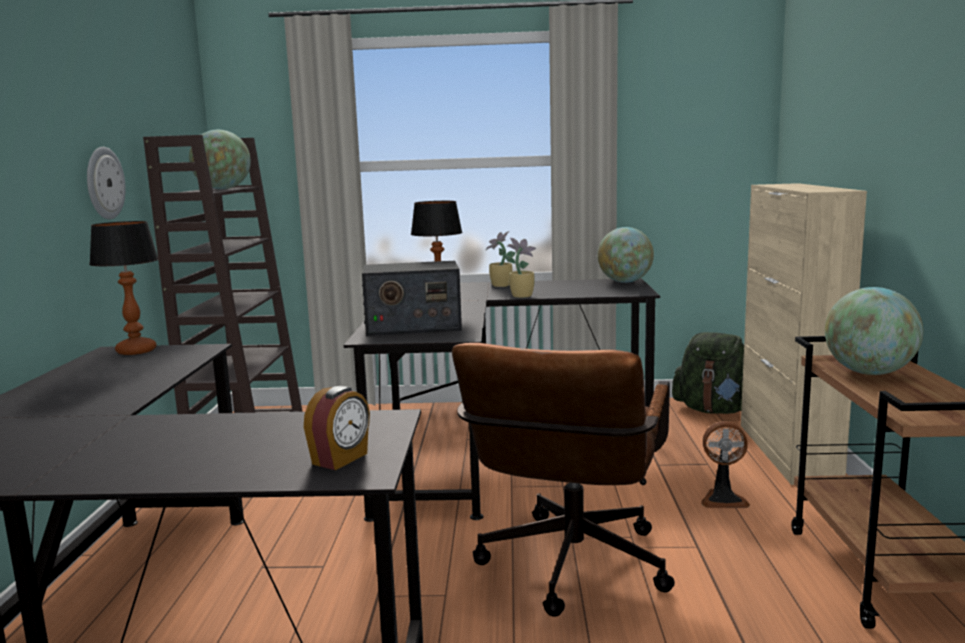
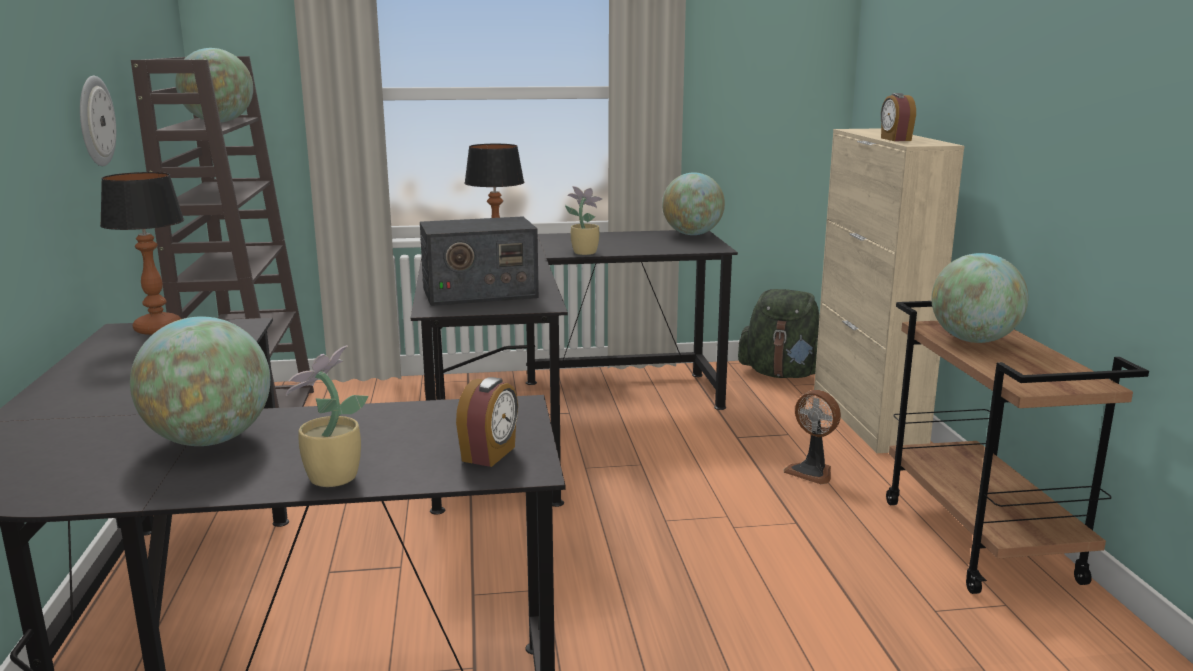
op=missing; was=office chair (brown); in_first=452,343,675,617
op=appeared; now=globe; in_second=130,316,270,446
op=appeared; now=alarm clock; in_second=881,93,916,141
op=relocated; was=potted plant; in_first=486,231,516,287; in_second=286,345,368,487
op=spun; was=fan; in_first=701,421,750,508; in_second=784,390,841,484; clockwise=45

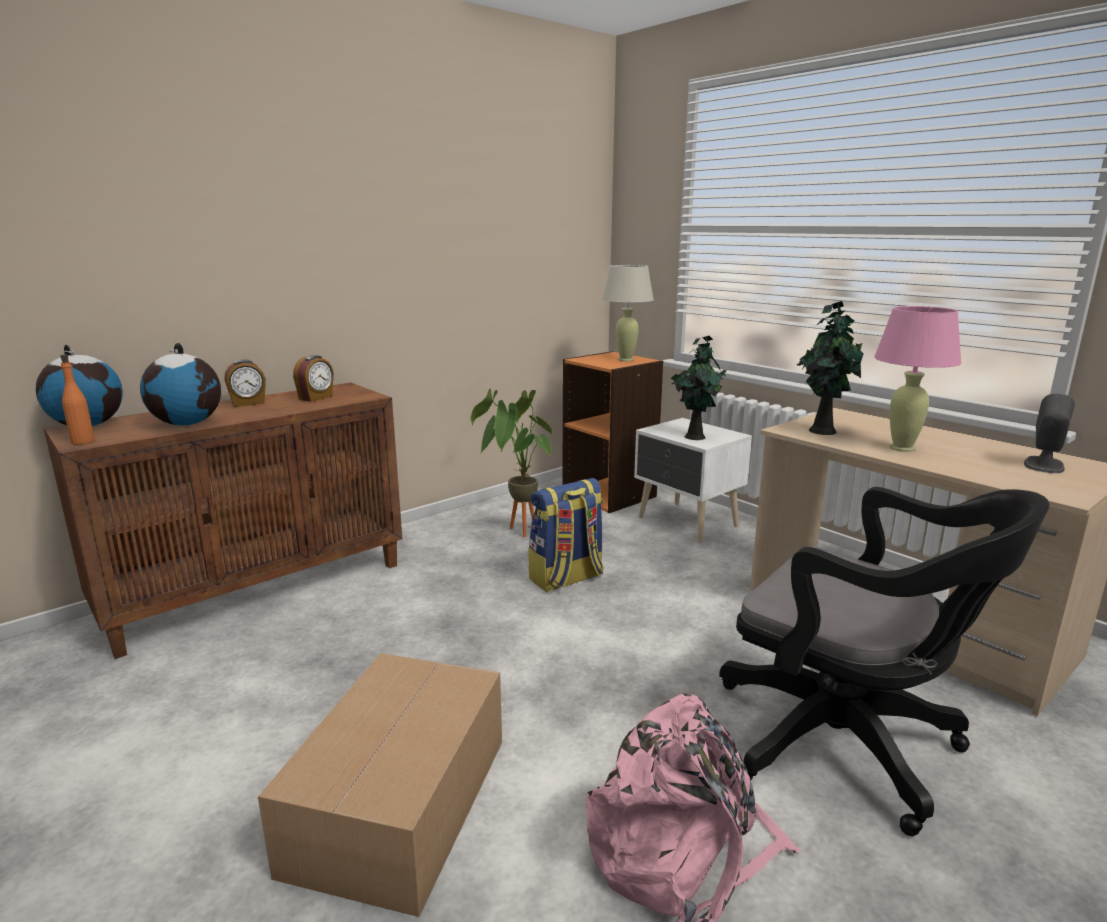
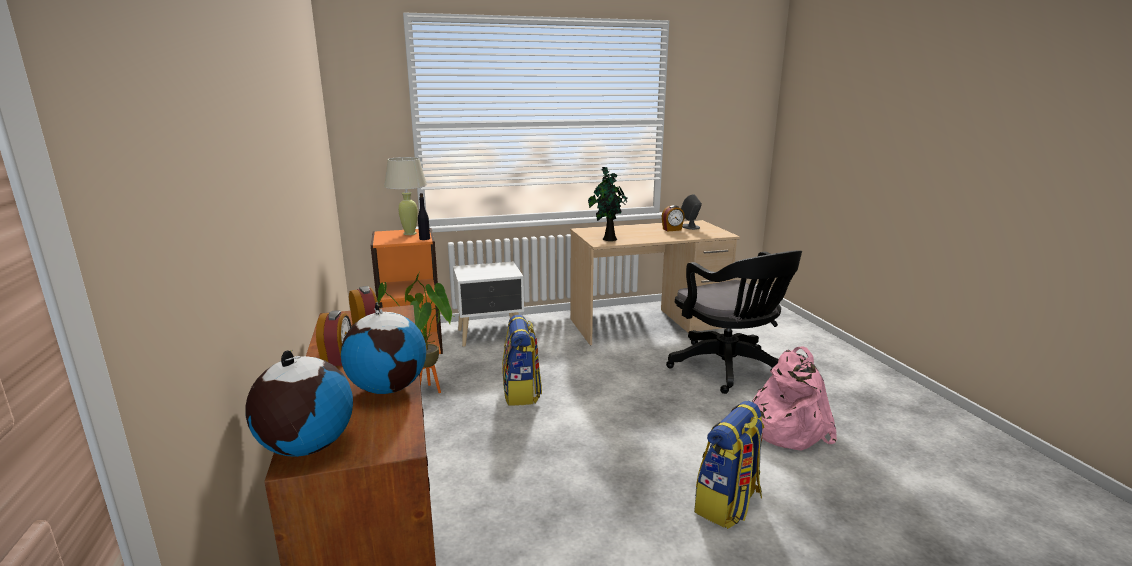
op=missing; was=bottle (orange); in_first=60,354,95,445
op=missing; was=potted plant; in_first=671,336,727,440
op=missing; was=table lamp (pink); in_first=874,306,961,452
op=appeared; now=bottle (black); in_second=418,193,430,240
op=appeared; now=alarm clock; in_second=662,205,685,232
op=exchanged; was=cardboard box; now=backpack; in_first=258,653,502,917; in_second=694,401,765,529
op=spun; was=office chair (black); in_first=719,487,1050,836; in_second=666,250,802,394; clockwise=90

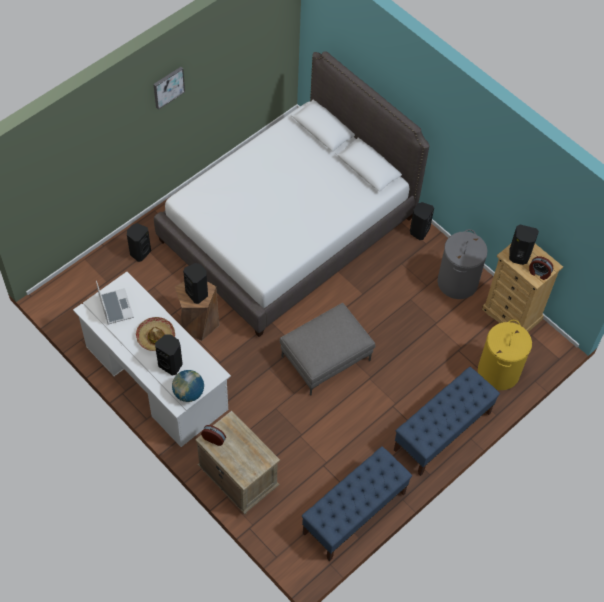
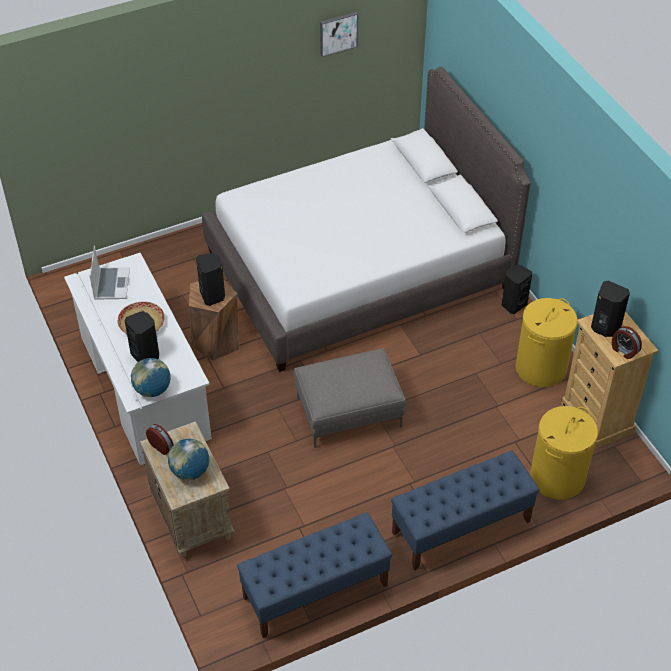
op=missing; was=speaker (black); in_first=127,223,151,262
op=appeared; now=globe; in_second=168,439,209,480
op=relocated; was=picture; in_first=153,67,185,110; in_second=320,12,358,57
op=colour; was=laundry basket (grey); now=laundry basket (yellow); in_first=438,229,488,299; in_second=515,298,578,387

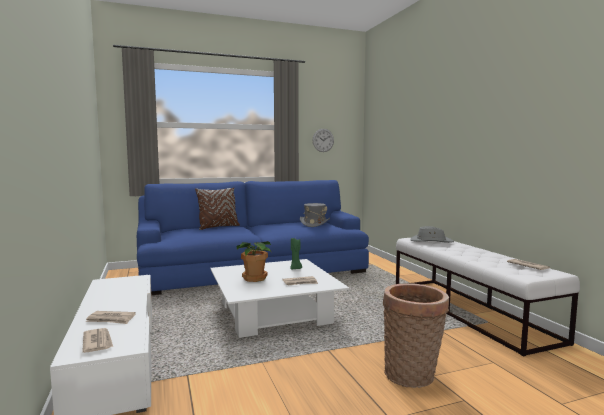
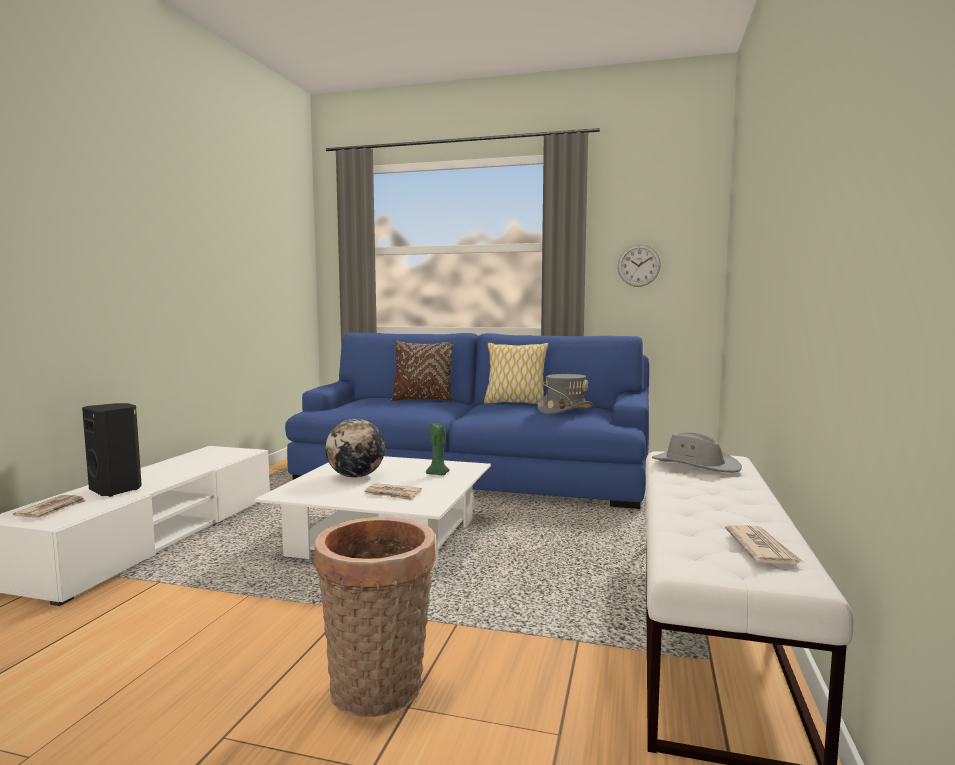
op=appeared; now=pillow; in_second=484,343,548,404
op=exchanged; was=newspaper; now=speaker (black); in_first=86,311,136,324; in_second=82,403,142,497
op=exchanged; was=potted plant; now=globe; in_first=236,241,271,282; in_second=325,419,385,478

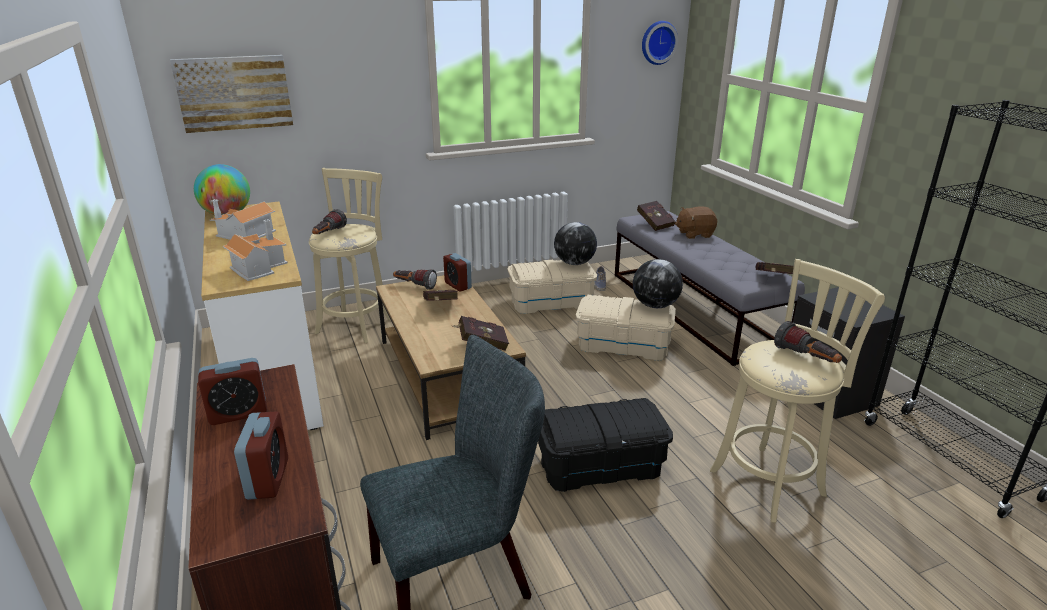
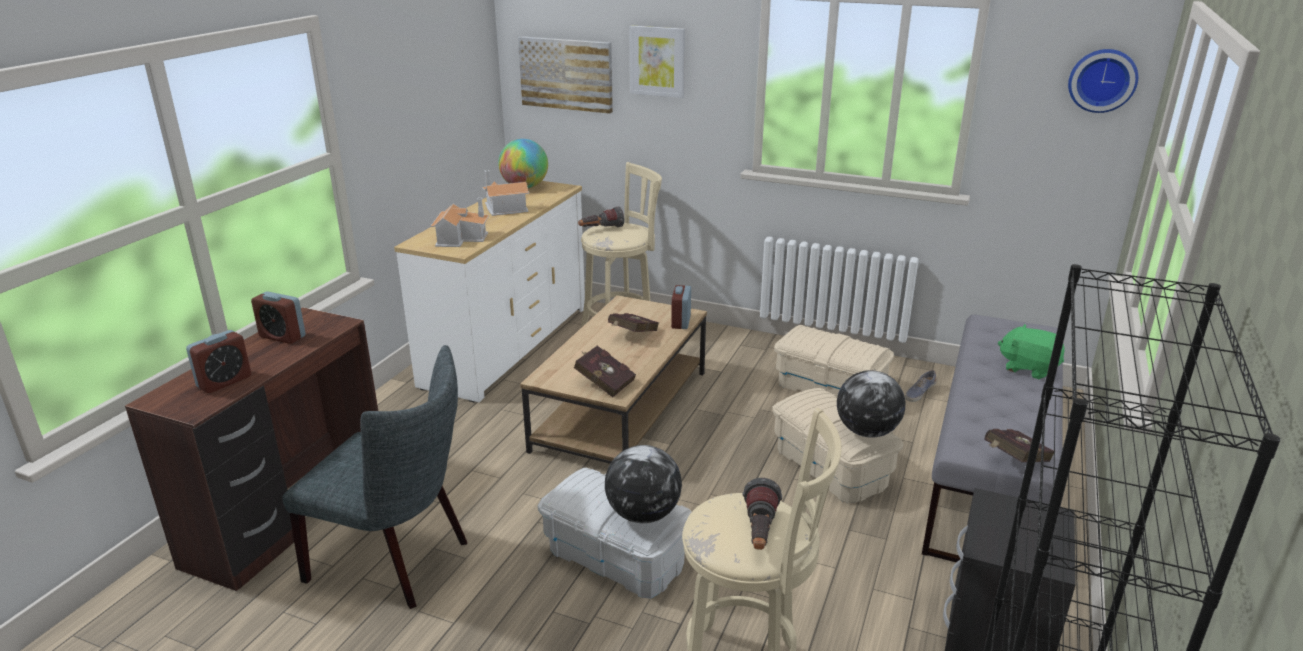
op=missing; was=flashlight; in_first=393,269,437,289
op=missing; was=book (red); in_first=637,201,676,231
op=appeared; now=picture; in_second=629,26,685,98
op=relocated; was=globe; in_first=554,222,597,265; in_second=605,445,682,523
op=colour; was=storage box (black); now=storage box (white); in_first=538,398,673,492; in_second=538,467,692,599
op=colour; was=plush toy (brown); now=plush toy (green); in_first=675,206,717,239; in_second=998,324,1065,379

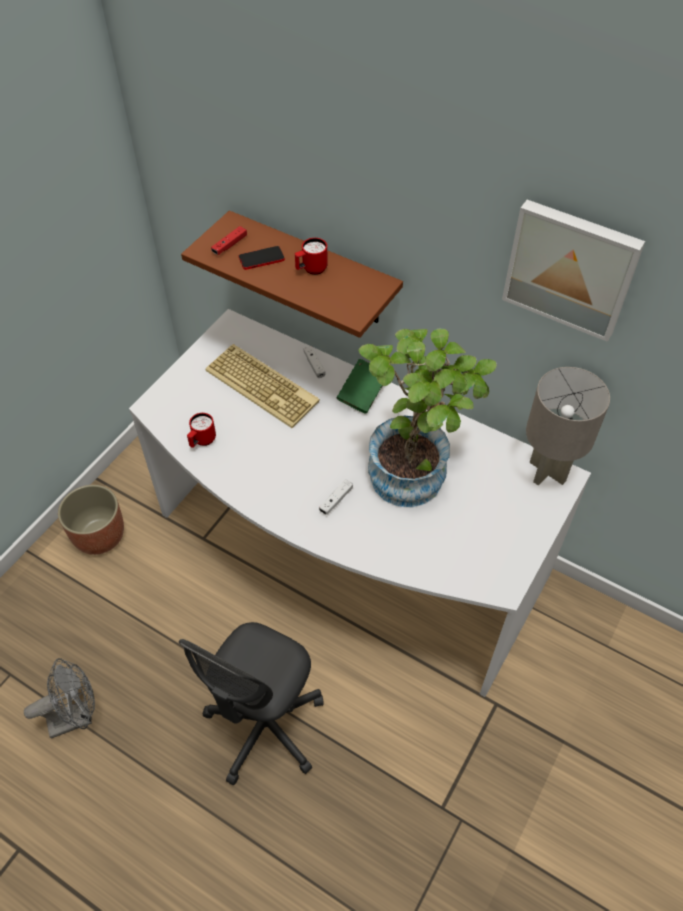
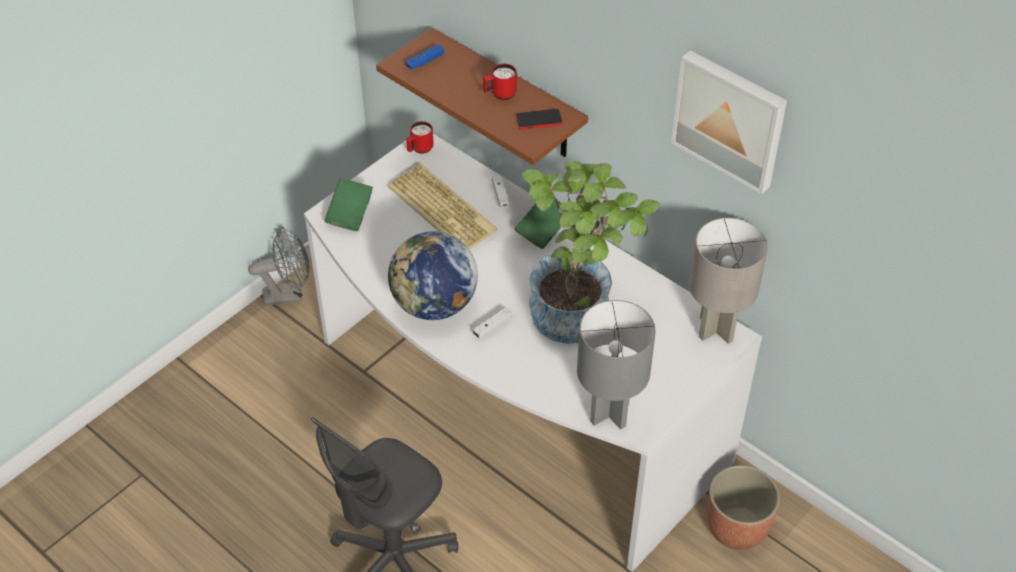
op=appeared; now=book (green); in_second=324,178,373,231
op=appeared; now=globe; in_second=388,231,478,320
op=appeared; now=table lamp (grey); in_second=577,300,656,429
op=relocated; was=fan (grey); in_first=24,658,95,739; in_second=248,227,309,306
op=relocated; was=planter; in_first=58,485,124,555; in_second=707,465,780,549
op=relocated; was=mug (red); in_first=187,413,216,448; in_second=406,121,434,154
op=relocated; was=phone; in_first=239,246,285,270; in_second=516,109,563,129
op=colour; was=game controller (red); now=game controller (blue); in_first=211,226,247,255; in_second=406,44,444,70

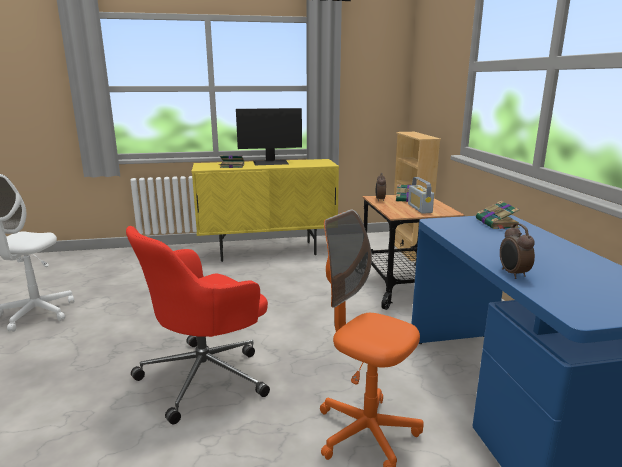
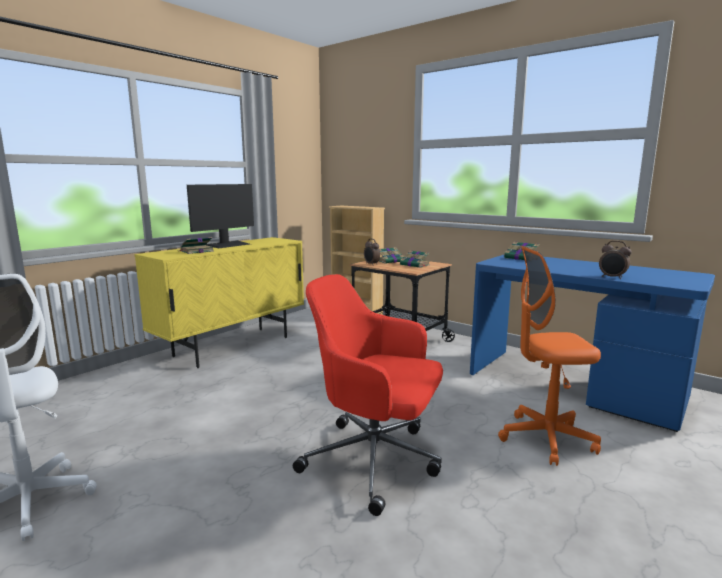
op=exchanged; was=radio; now=book; in_first=408,177,434,214; in_second=400,250,430,268
op=spun; was=office chair (red); in_first=126,226,270,424; in_second=293,274,443,516; clockwise=105

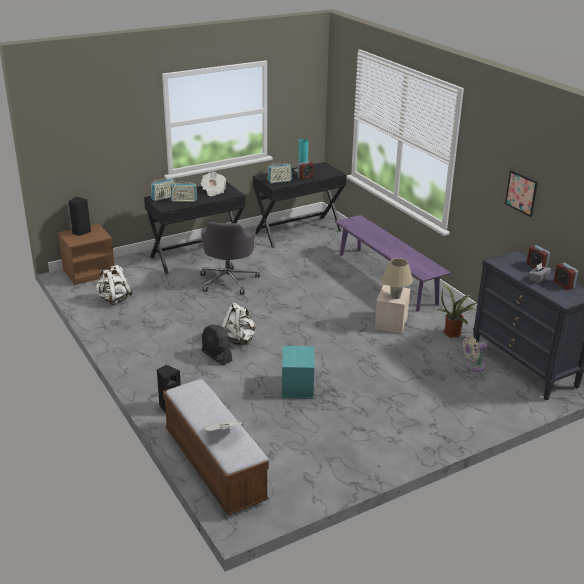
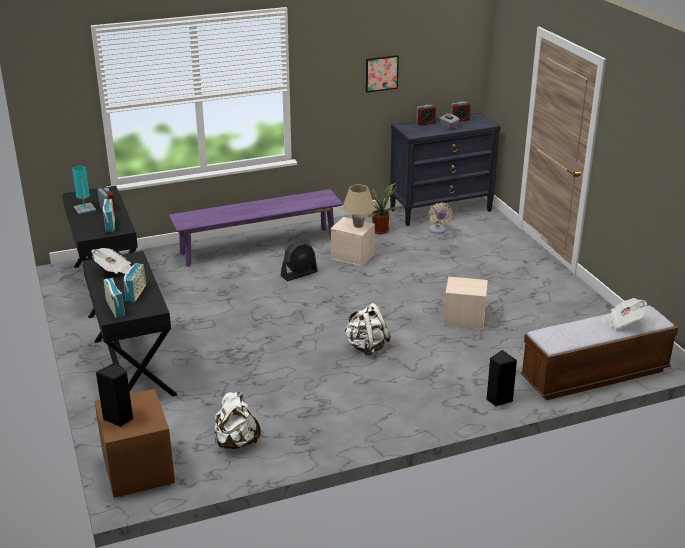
op=missing; was=office chair (grey); in_first=201,222,260,295
op=relocated; was=fan (black); in_first=202,325,232,365; in_second=281,242,318,281
op=colour; was=storage box (turquoise); now=storage box (beige); in_first=282,346,315,399; in_second=444,277,488,330

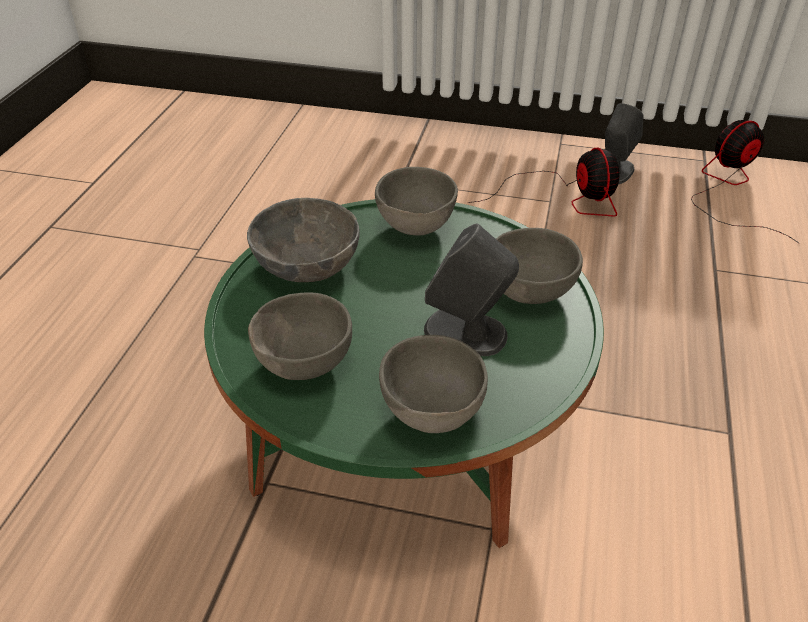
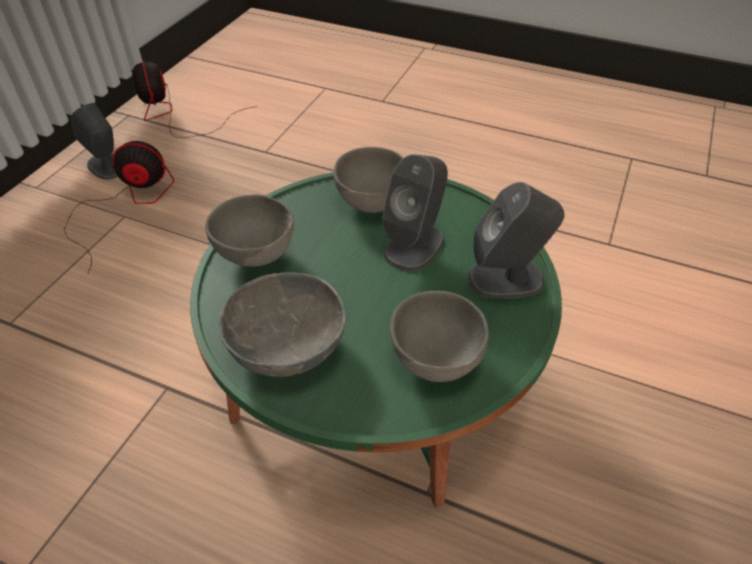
op=exchanged; was=bowl (grey); now=speaker (grey); in_first=379,335,488,433; in_second=468,182,565,299

